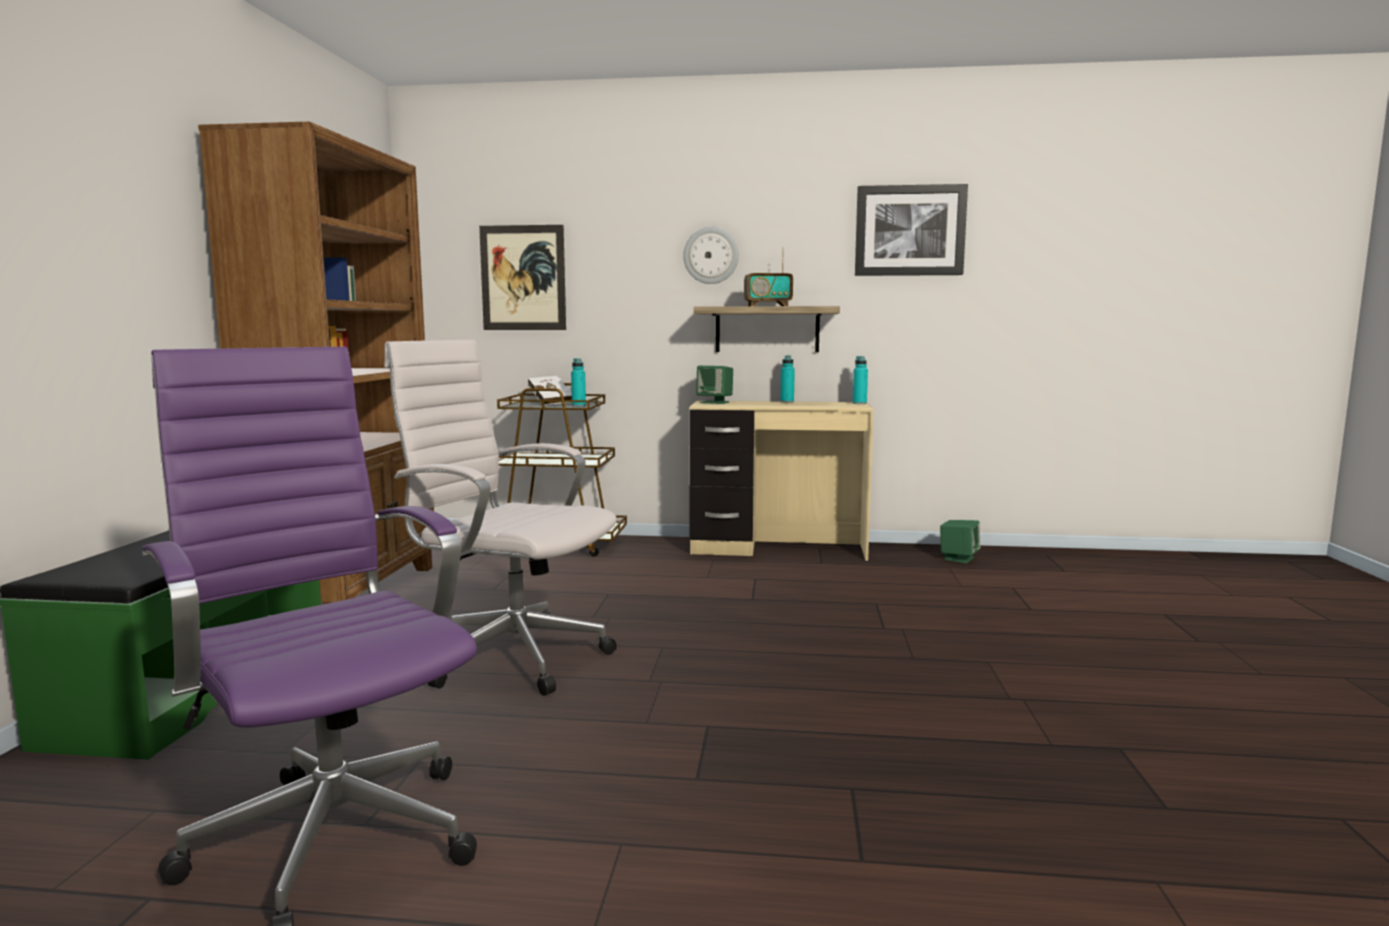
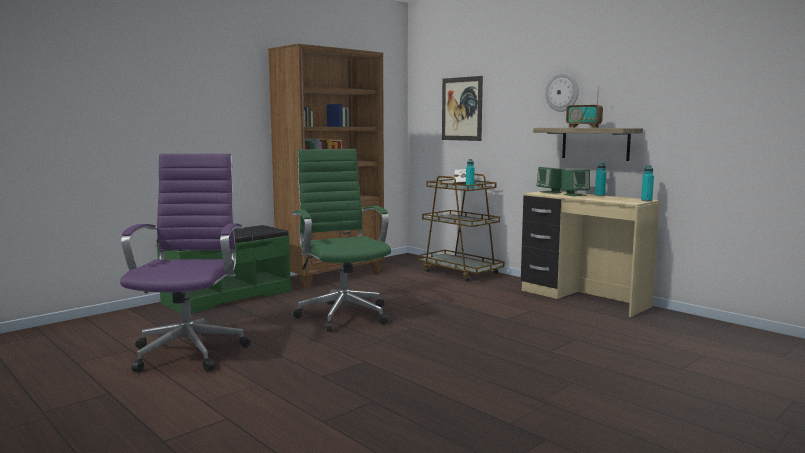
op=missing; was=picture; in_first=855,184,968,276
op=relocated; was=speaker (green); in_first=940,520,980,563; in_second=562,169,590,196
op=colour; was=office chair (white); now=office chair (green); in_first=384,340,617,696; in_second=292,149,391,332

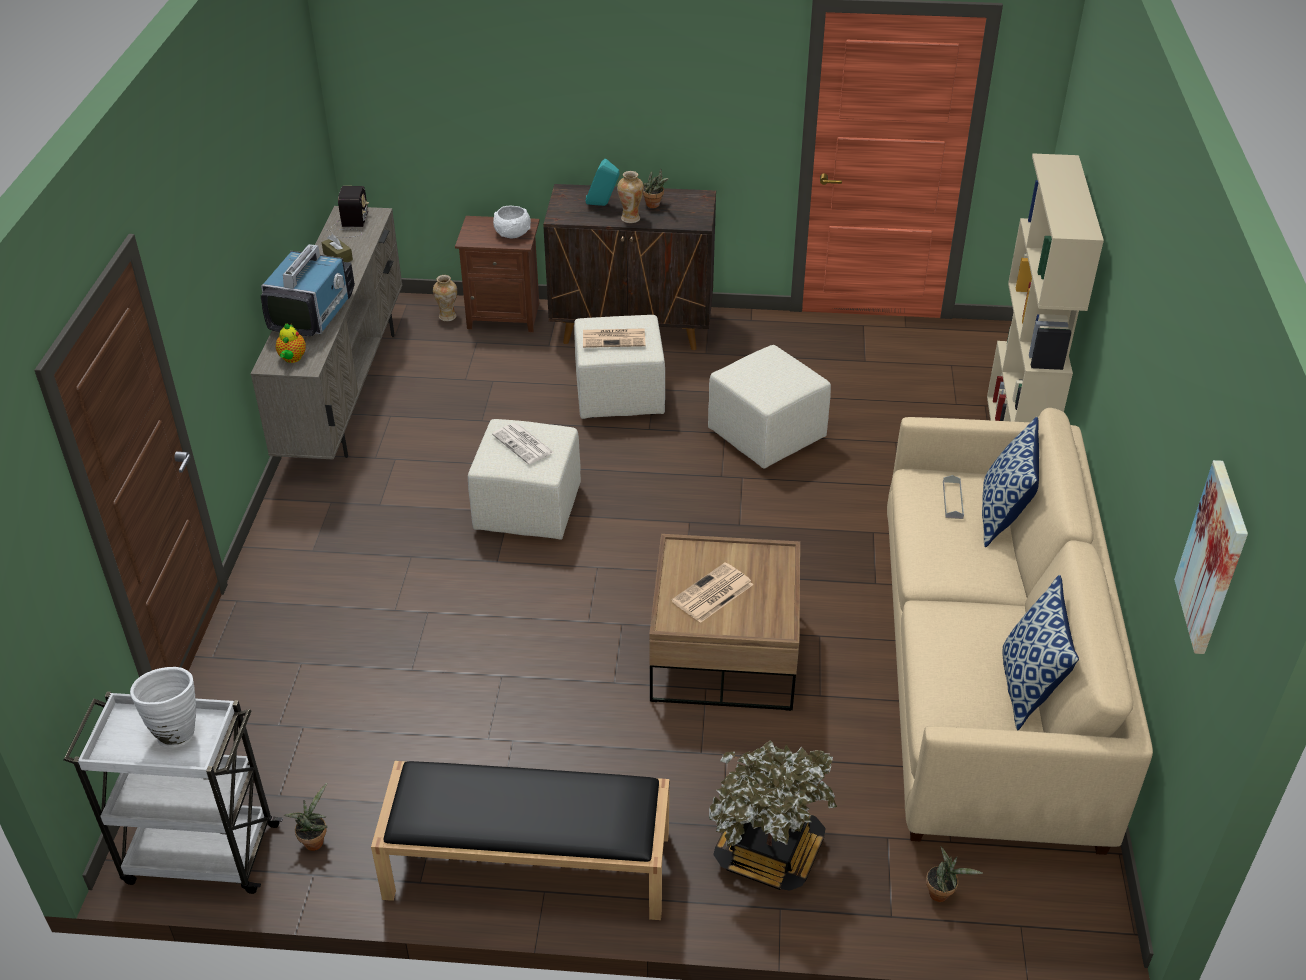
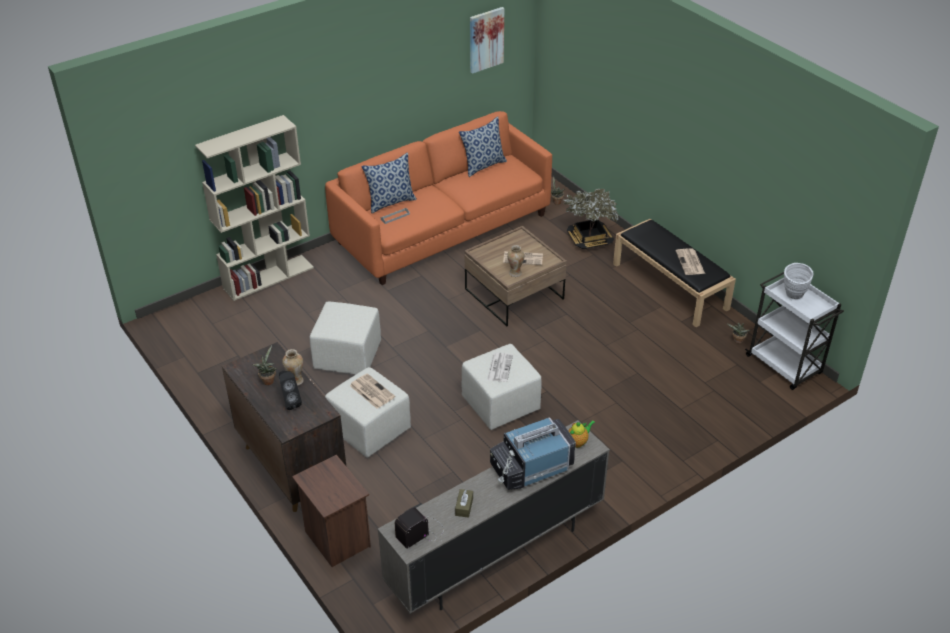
op=missing; was=bowl (white); in_first=493,206,531,239
op=appeared; now=newspaper; in_second=676,248,705,275
op=relocated; was=vase; in_first=433,275,457,321; in_second=507,245,525,277
op=colour; was=speaker (turquoise); now=speaker (black); in_first=585,159,620,206; in_second=279,371,302,410
op=colour; was=sofa (beige); now=sofa (orange); in_first=887,408,1153,855; in_second=325,111,552,285

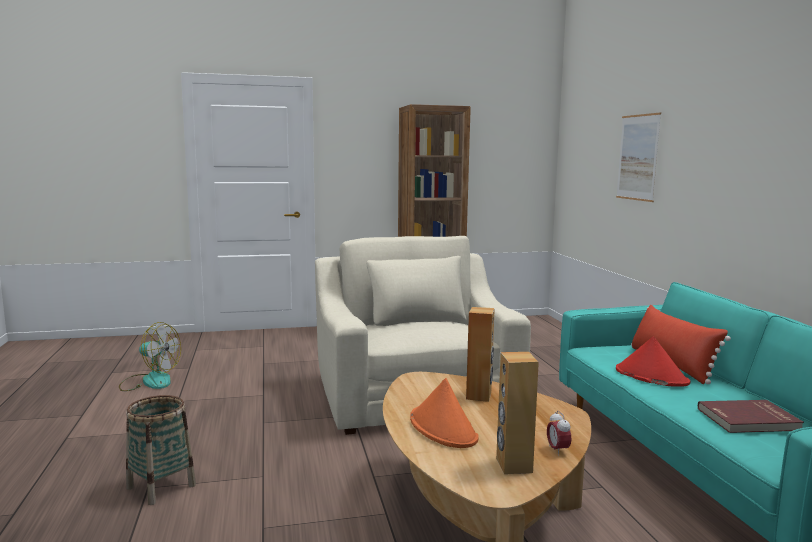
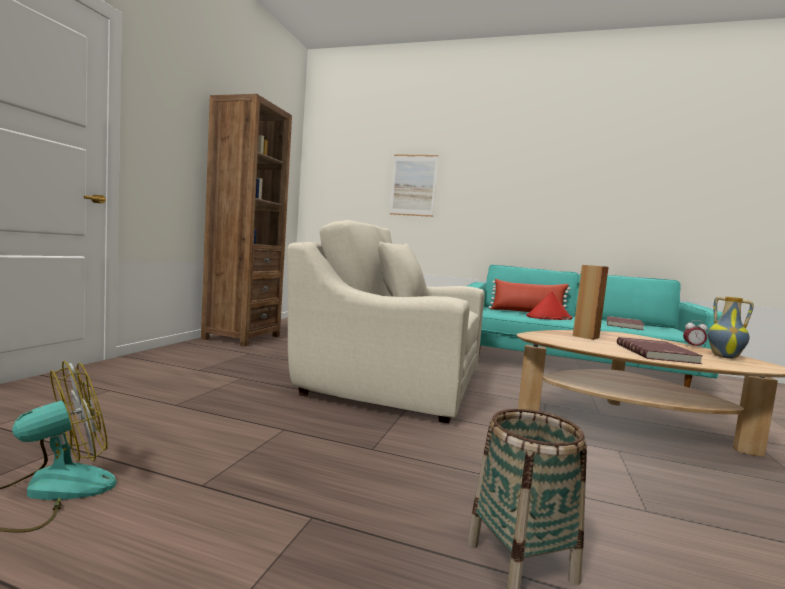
op=exchanged; was=hat (orange); now=book (red); in_first=410,378,479,448; in_second=617,337,703,364
op=exchanged; was=speaker (brown); now=vase; in_first=496,352,539,474; in_second=708,297,754,359

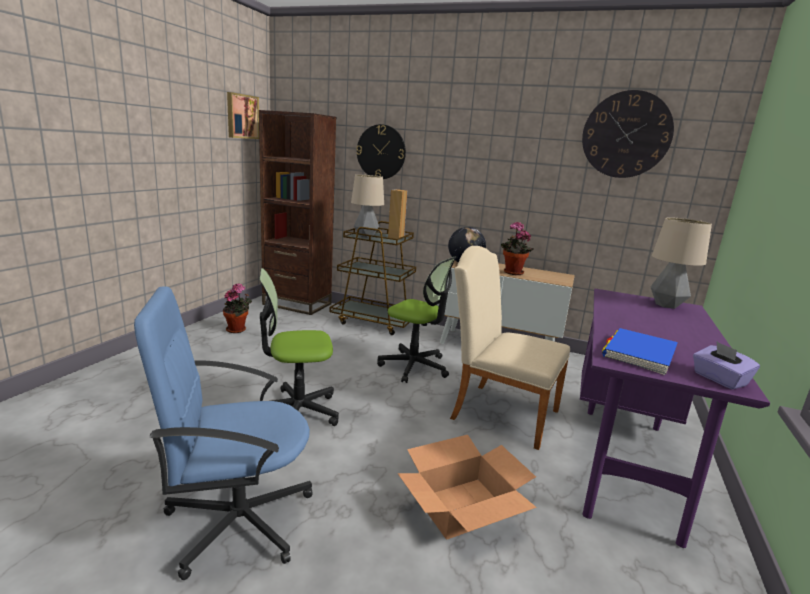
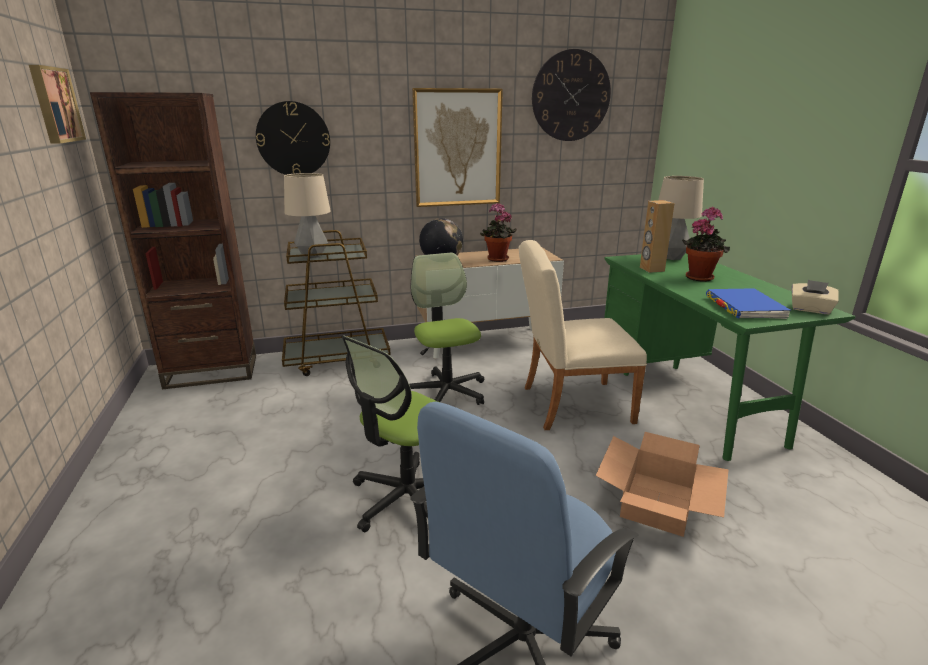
op=appeared; now=picture; in_second=412,88,503,207
op=relocated; was=potted plant; in_first=223,283,252,333; in_second=682,207,730,282
op=relocated; was=speaker (brown); in_first=388,189,407,239; in_second=640,200,675,273
op=colour; was=desk (purple); now=desk (green); in_first=580,288,770,548; in_second=604,253,855,461
op=colour; was=tissue box (purple); now=tissue box (beige); in_first=693,342,760,390; in_second=792,280,839,314
op=spun; was=office chair; in_first=377,256,456,383; in_second=409,253,484,405; clockwise=-105

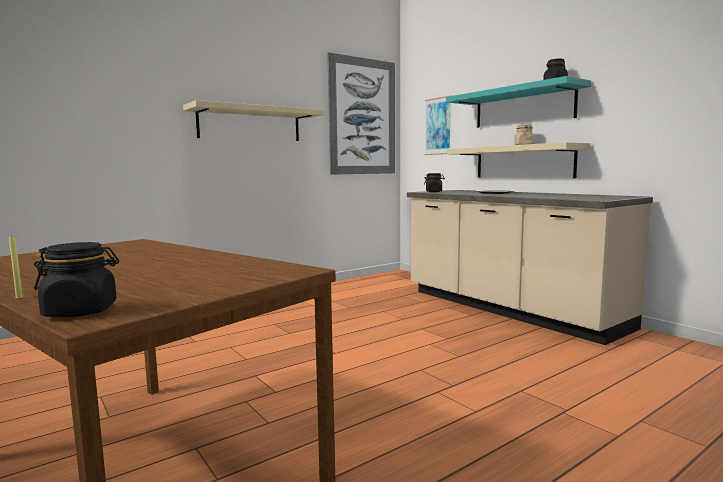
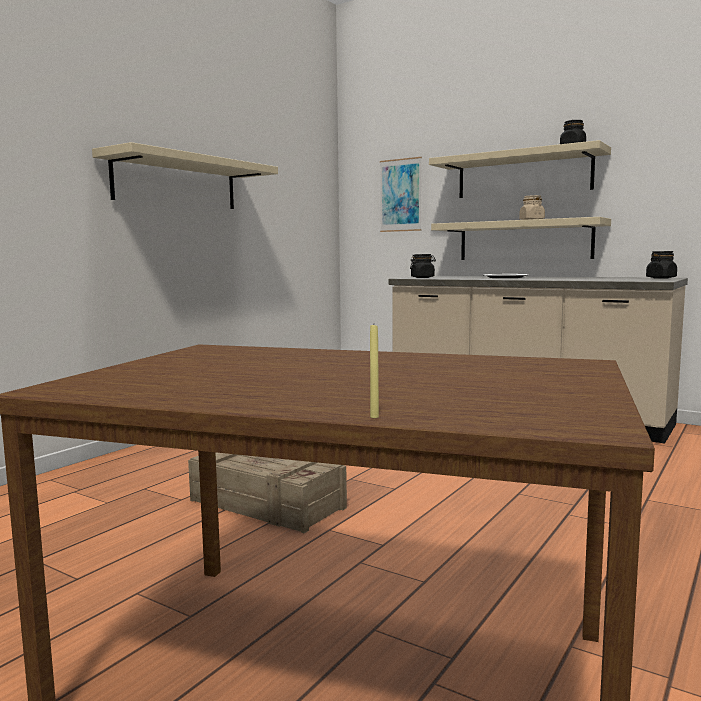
op=missing; was=picture; in_first=327,52,395,175
op=appeared; now=crate; in_second=188,452,347,533
op=relocated; was=jar (black); in_first=34,242,119,317; in_second=646,251,677,279
op=colour; was=shelf (turquoise); now=shelf (beige); in_first=446,76,591,128; in_second=429,140,611,198

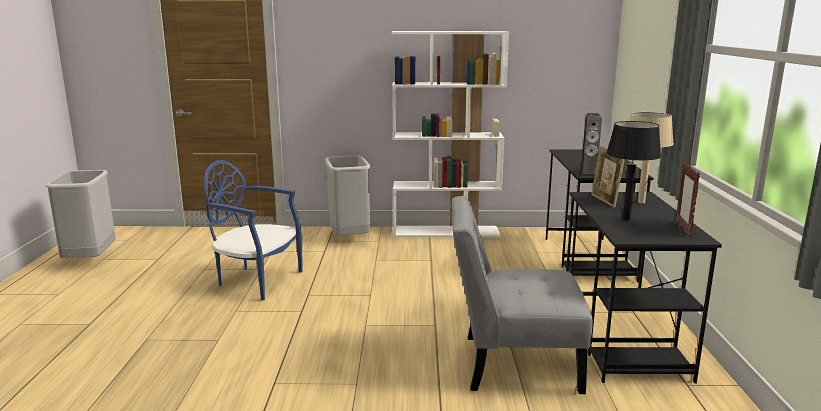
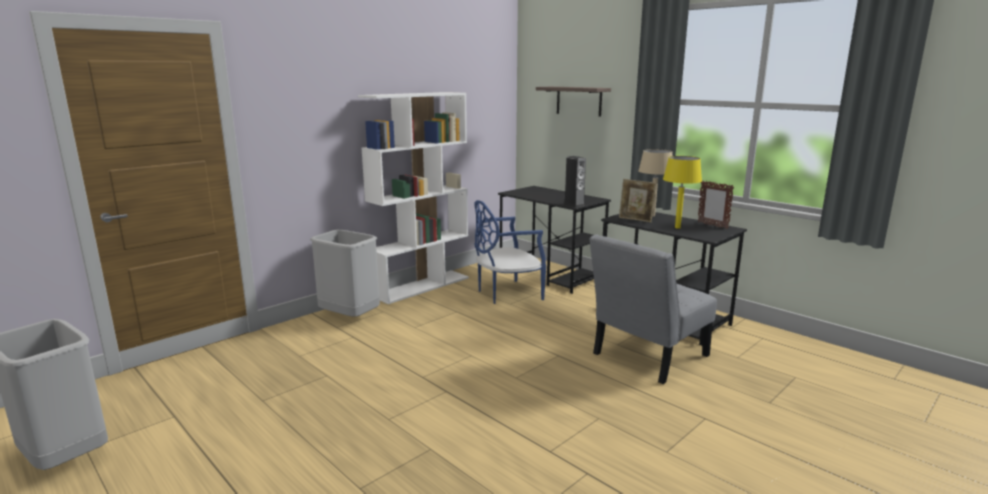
op=appeared; now=shelf; in_second=536,87,611,117
op=relocated; was=chair (blue); in_first=204,160,303,301; in_second=474,200,546,304
op=colour; was=table lamp (black); now=table lamp (yellow); in_first=606,121,661,221; in_second=663,156,702,229

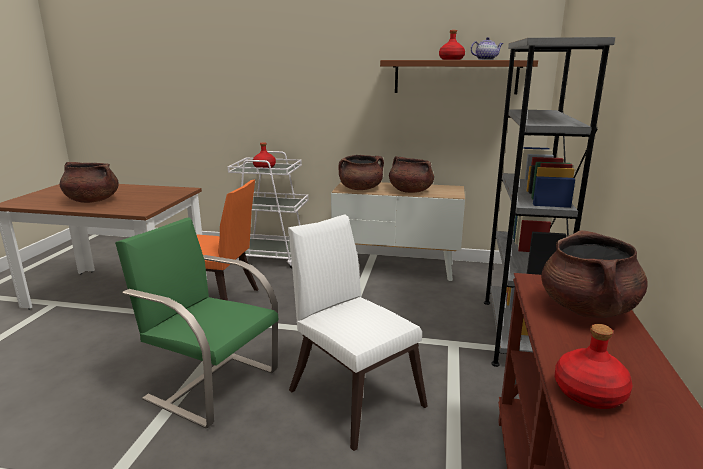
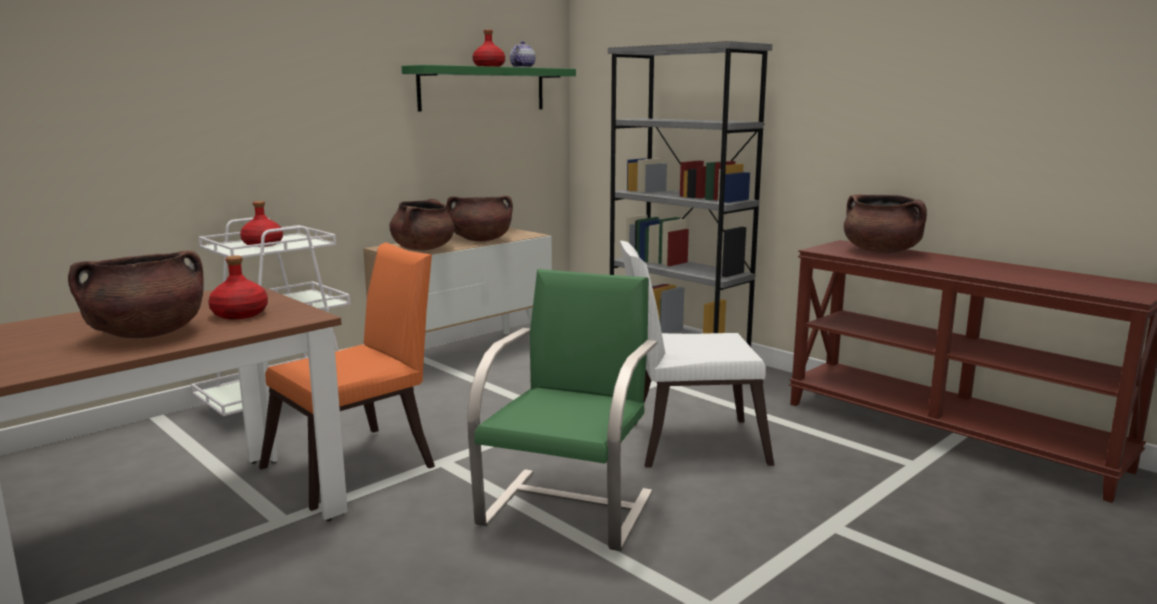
op=relocated; was=bottle (red); in_first=555,324,633,409; in_second=208,256,268,319
op=colour; was=shelf (brown); now=shelf (green); in_first=380,60,538,94; in_second=402,65,576,111
op=spun; was=chair (green); in_first=115,217,278,428; in_second=467,269,658,551; clockwise=135

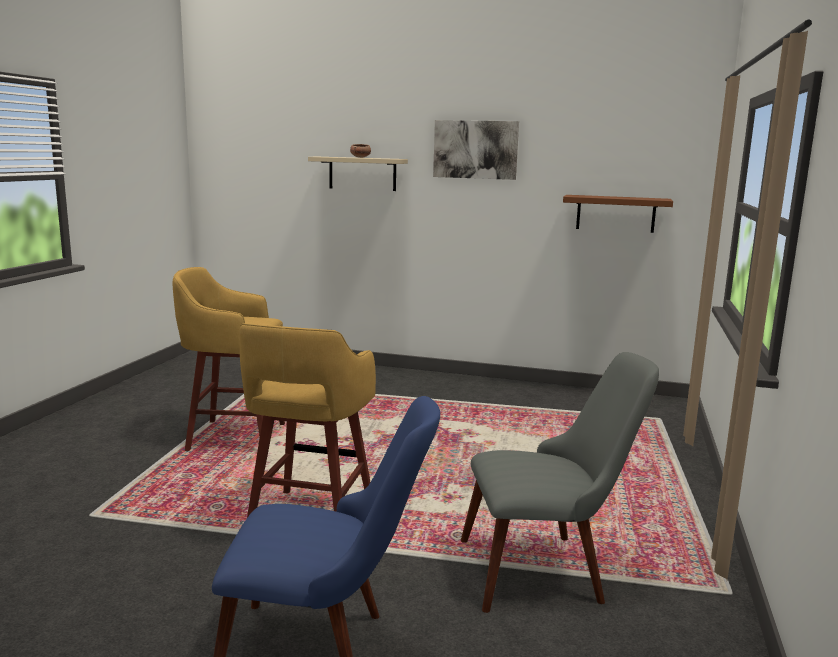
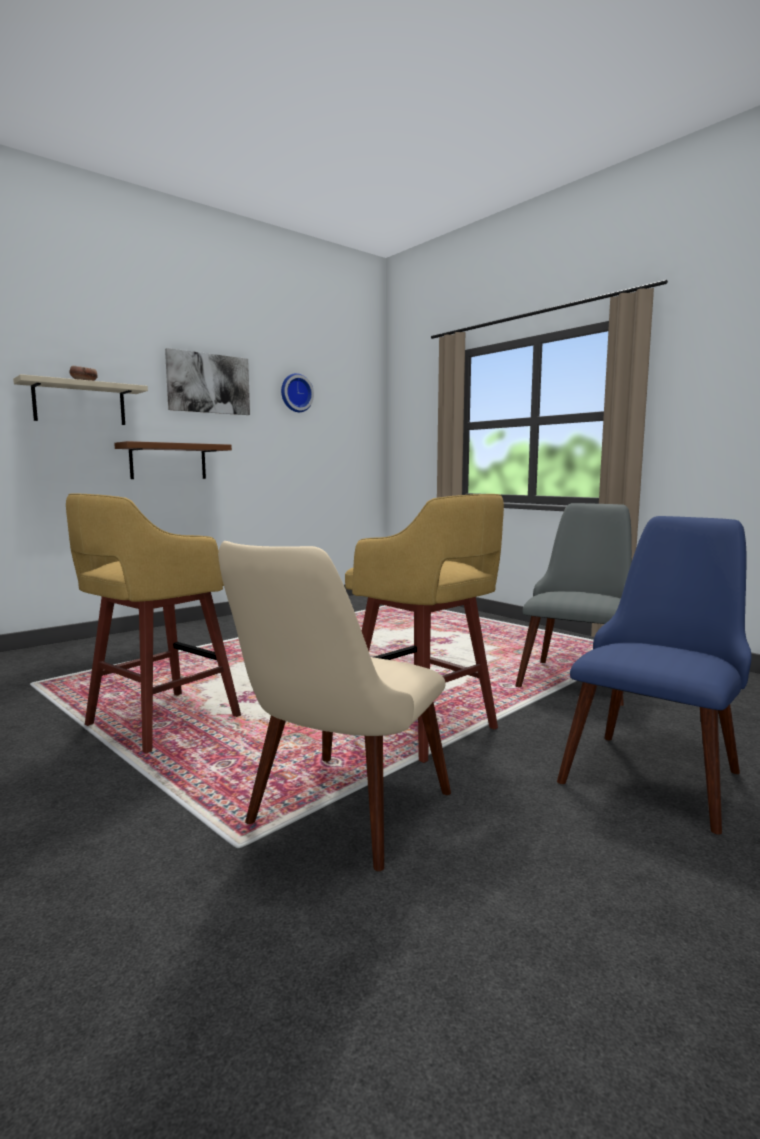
op=appeared; now=chair (beige); in_second=218,541,451,871
op=appeared; now=wall clock; in_second=281,373,314,412
op=relocated; was=shelf (brown); in_first=563,195,673,233; in_second=114,441,232,479

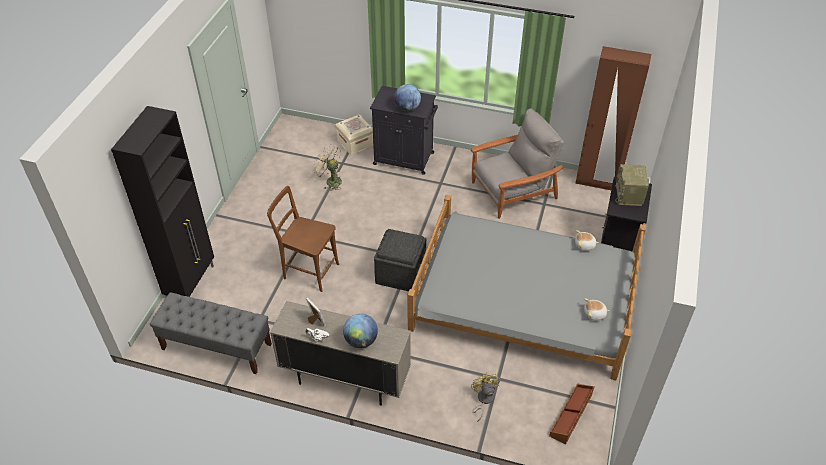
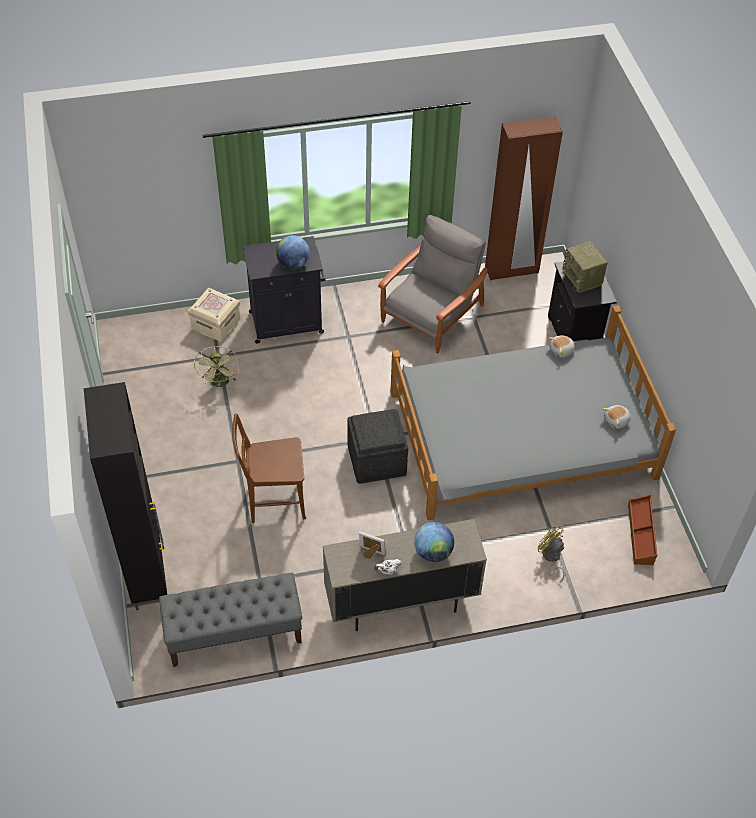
op=spun; was=fan (beige); in_first=313,144,342,191; in_second=194,346,240,387; clockwise=-105

